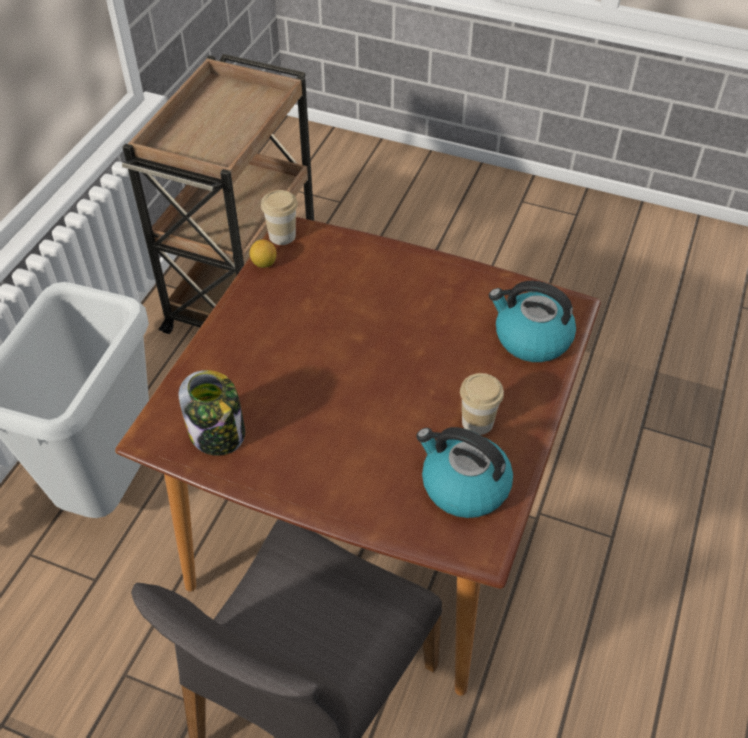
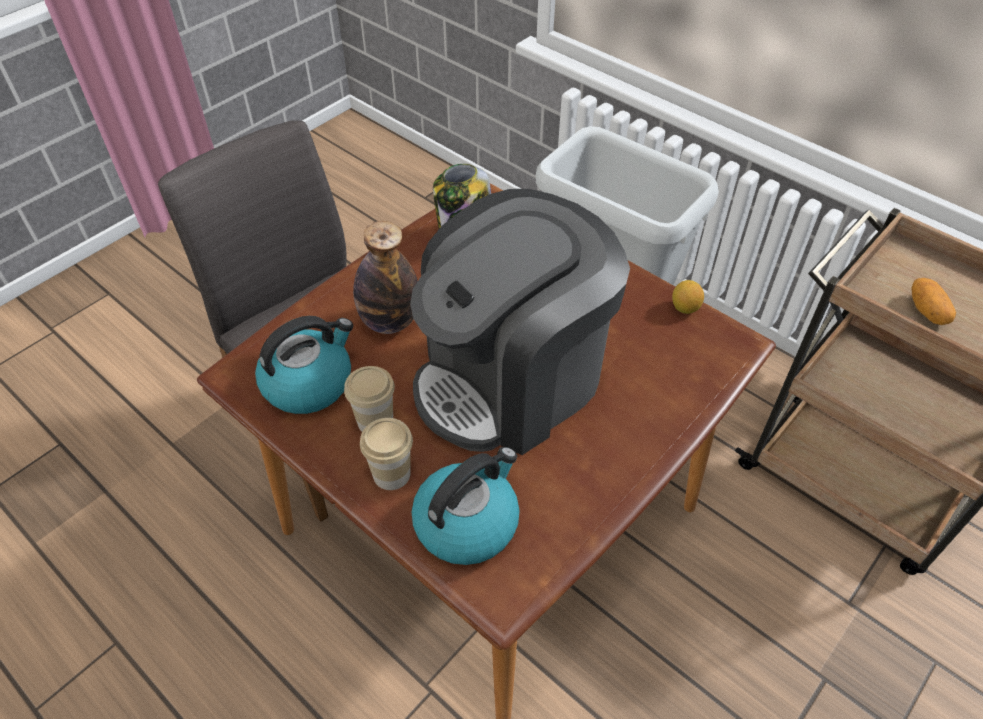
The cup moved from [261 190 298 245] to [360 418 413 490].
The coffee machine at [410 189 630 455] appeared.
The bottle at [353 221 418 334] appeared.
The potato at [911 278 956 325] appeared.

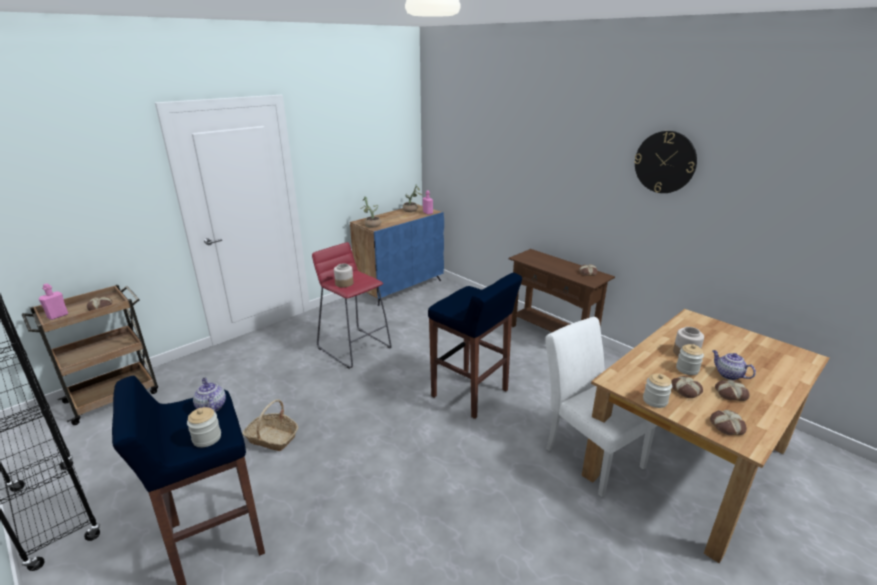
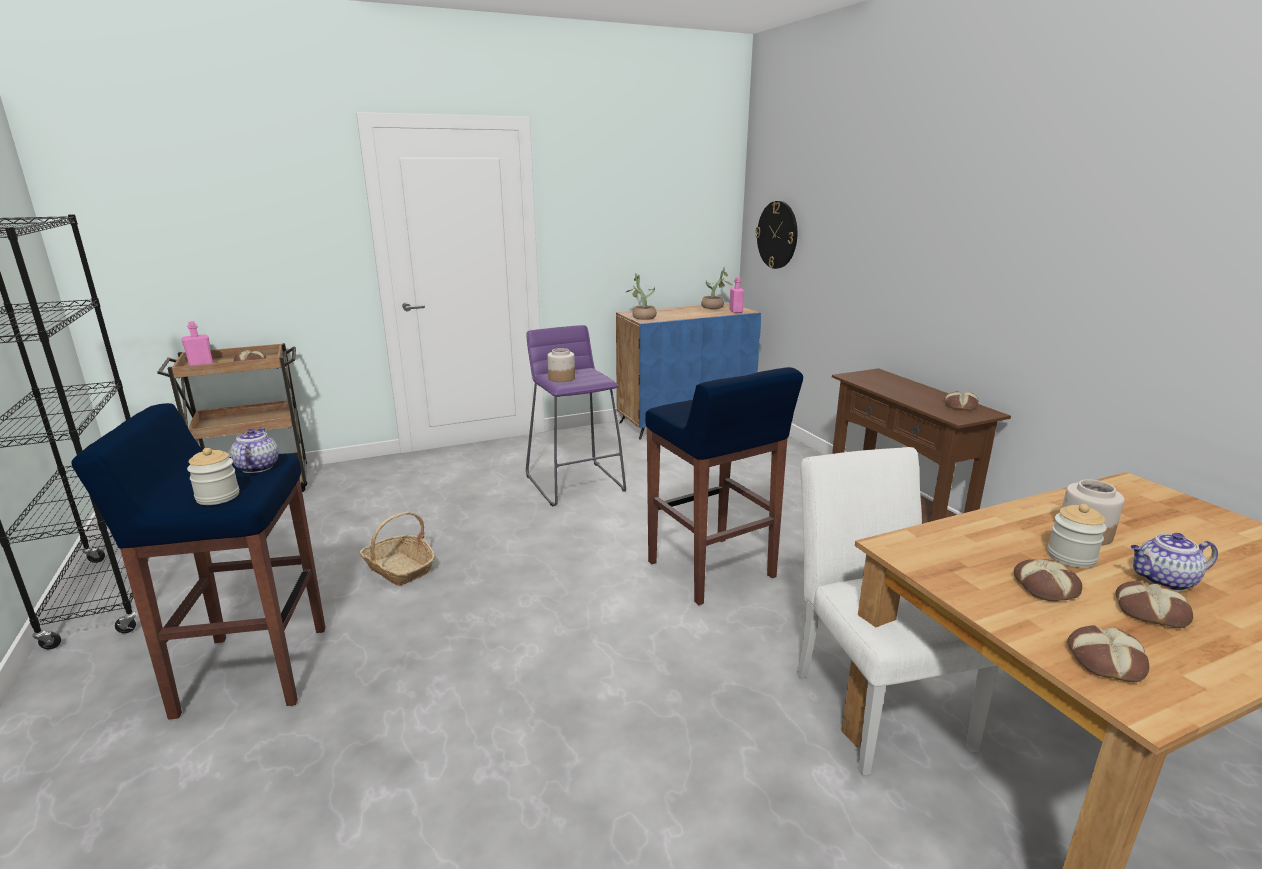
The wall clock moved from [634 131 697 193] to [755 201 797 269].
The stool/red at [312 242 392 369] became the stool/purple at [526 325 626 507].
The teapot at [712 350 756 380] turned 75 degrees counterclockwise.
The jar at [643 373 672 408] disappeared.

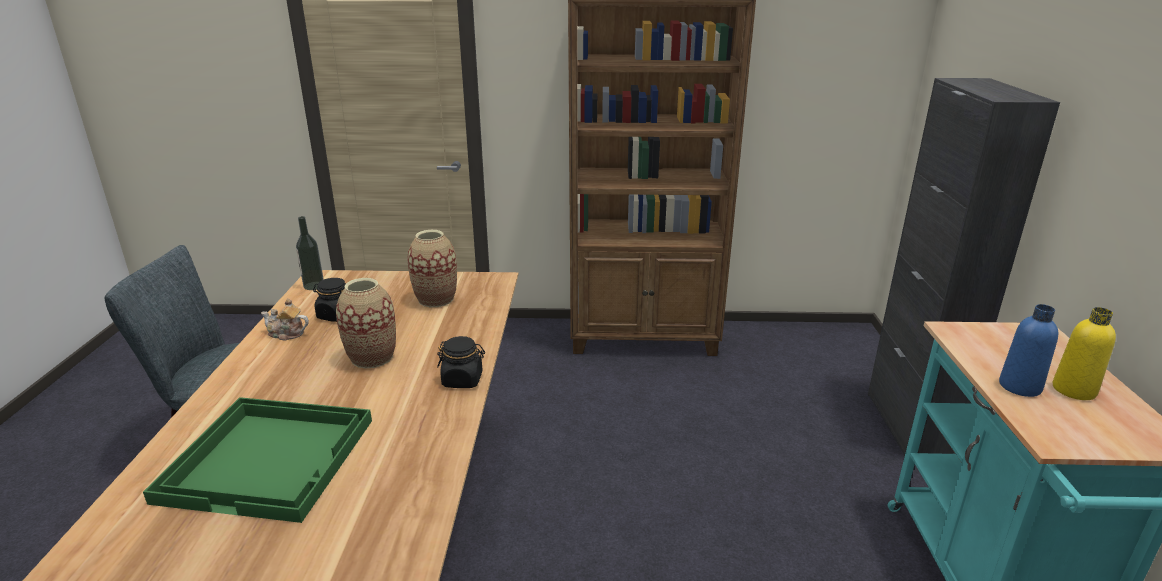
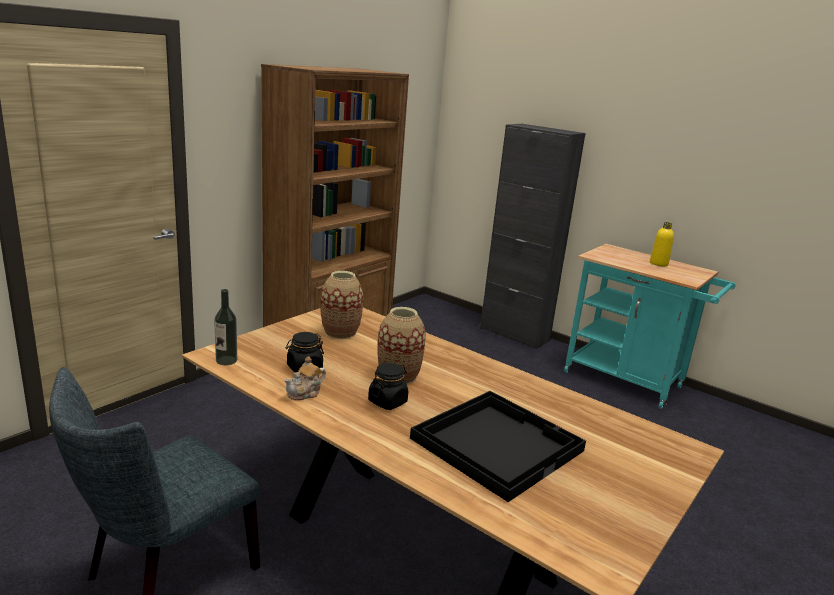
The bottle/blue at [999 304 1058 397] disappeared.
The jar/black moved from [437 336 485 388] to [368 363 408 410].
The tray/green at [143 397 372 523] became the tray/black at [410 391 586 502].

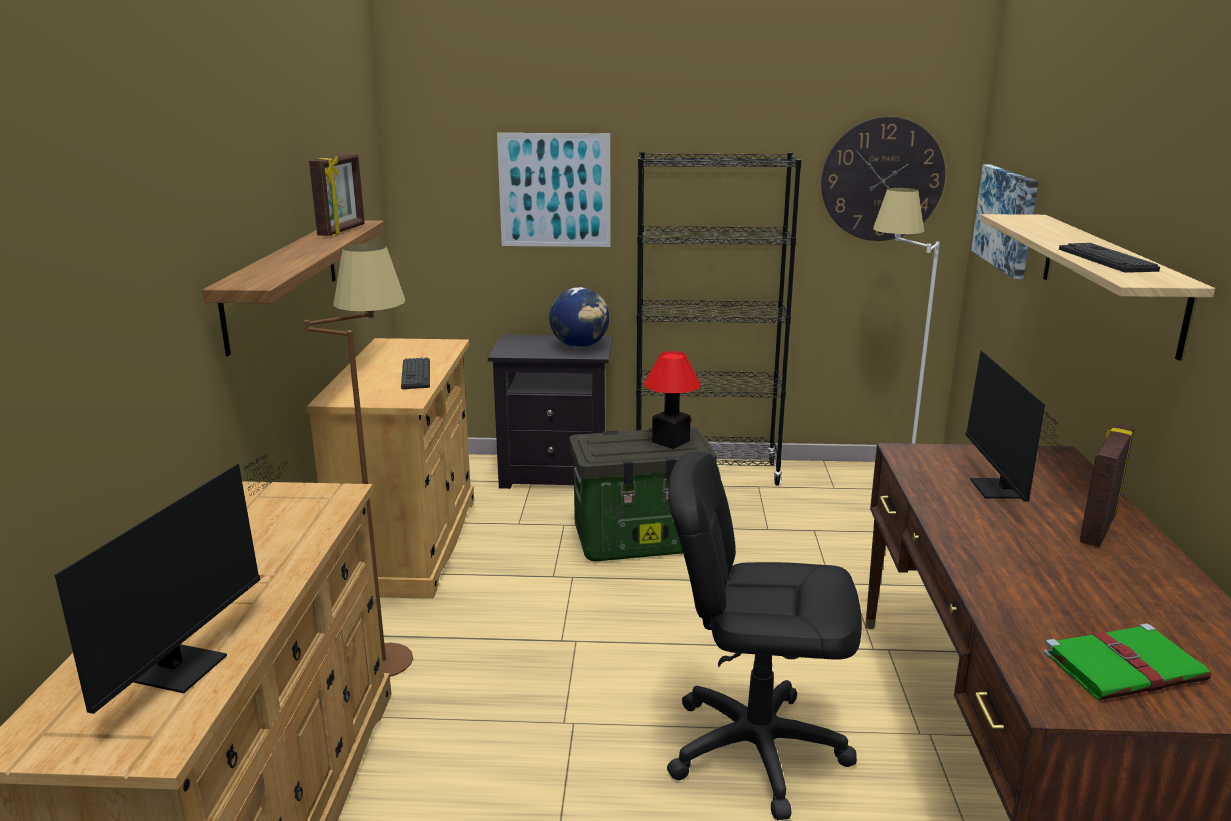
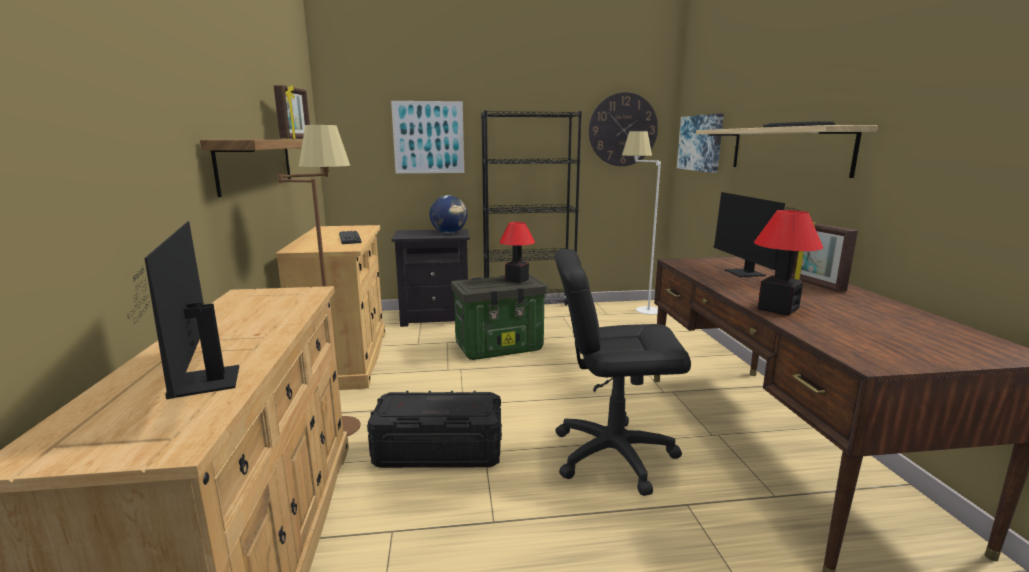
The picture frame at [1080 424 1134 547] turned 45 degrees counterclockwise.
The monitor at [55 454 287 714] turned 150 degrees clockwise.
The book/green at [1044 623 1211 700] disappeared.
The table lamp at [754 210 823 316] appeared.
The storage box/black at [367 391 502 468] appeared.

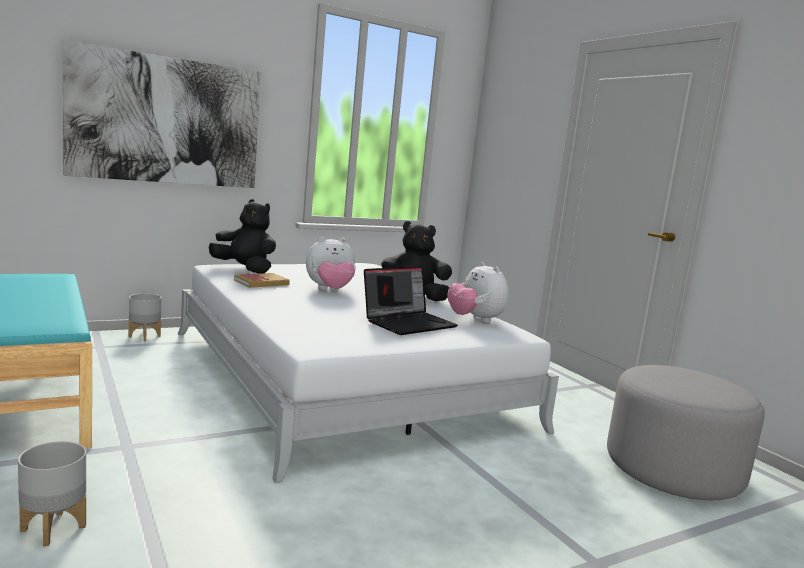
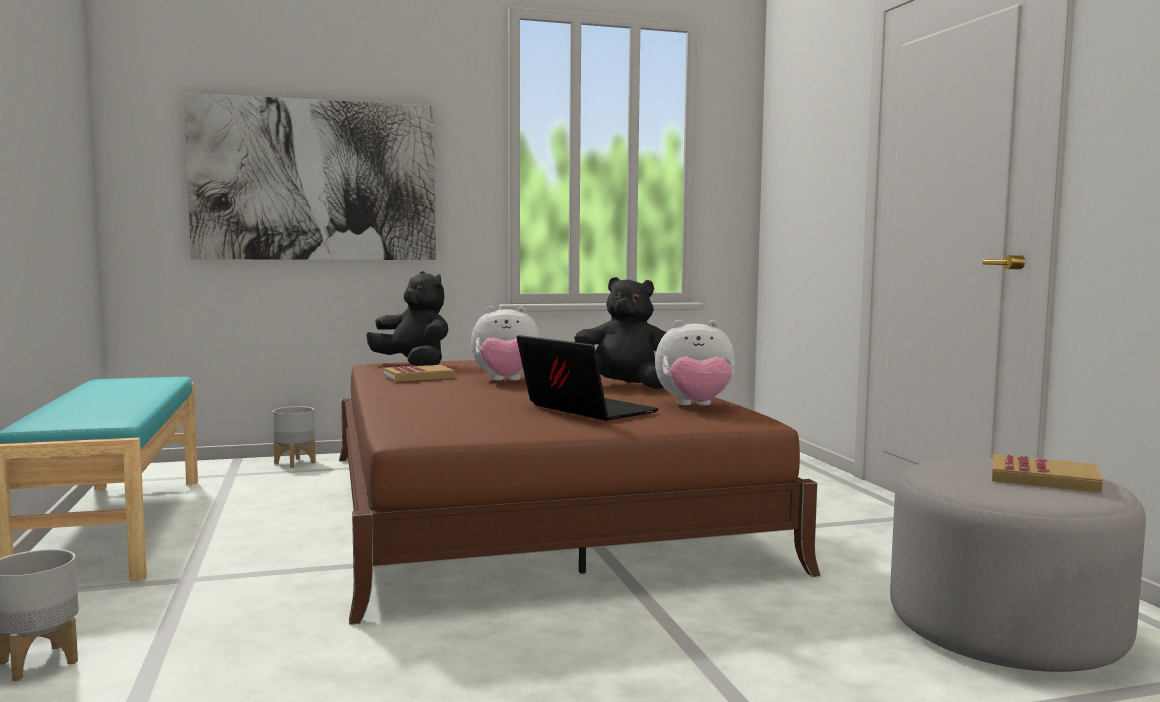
The plush toy at [448 262 509 323] turned 75 degrees counterclockwise.
The bed/white at [178 263 559 483] became the bed/brown at [339 360 821 625].
The laptop at [364 266 458 335] turned 105 degrees counterclockwise.
The book at [992 454 1102 493] appeared.

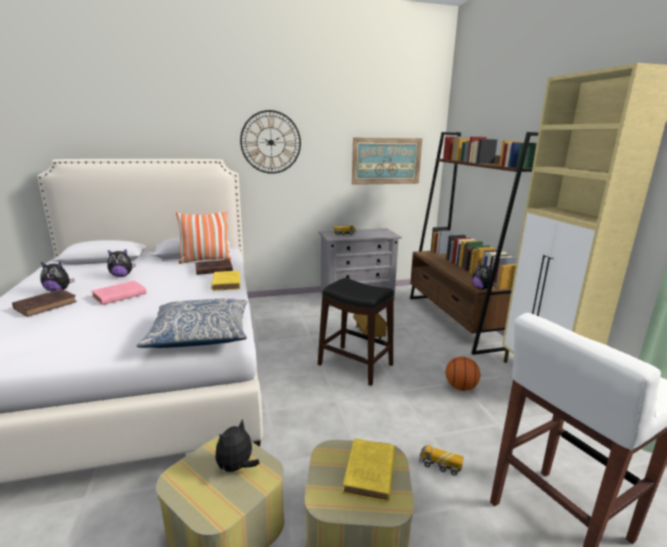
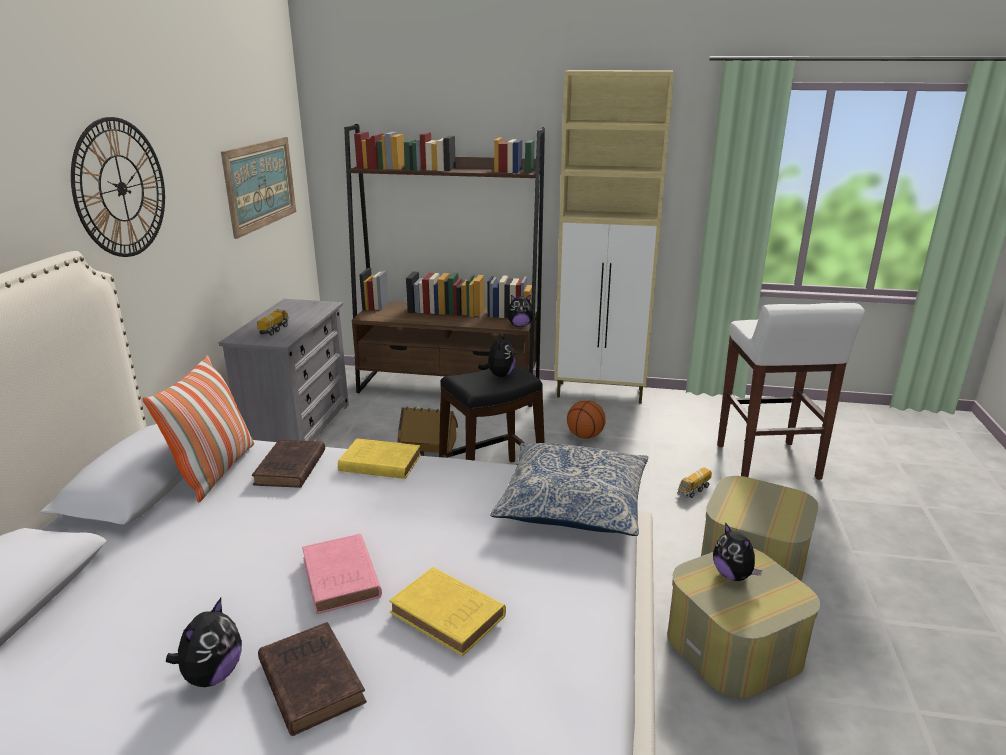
The plush toy moved from [107 249 136 277] to [478 333 515 377].
The book/yellow moved from [342 439 395 502] to [389 567 506 656].

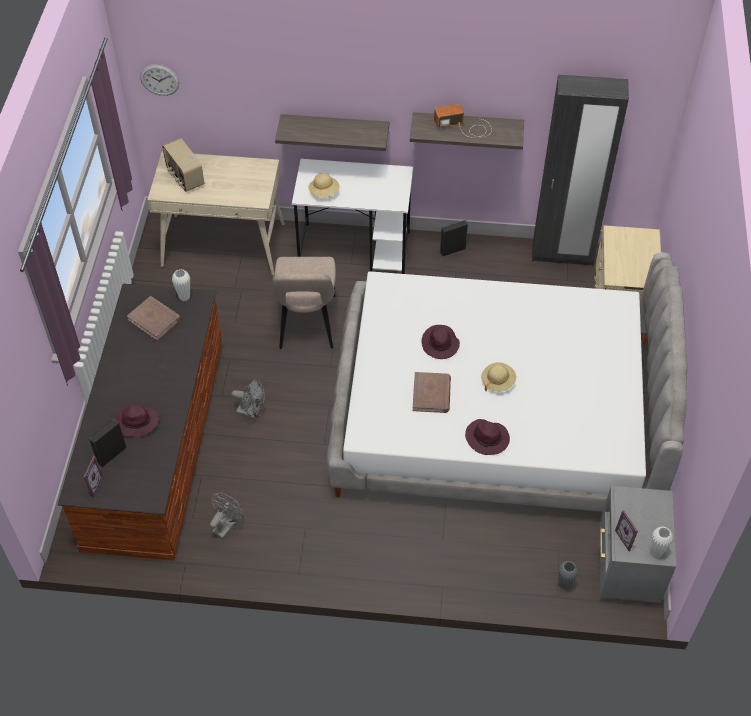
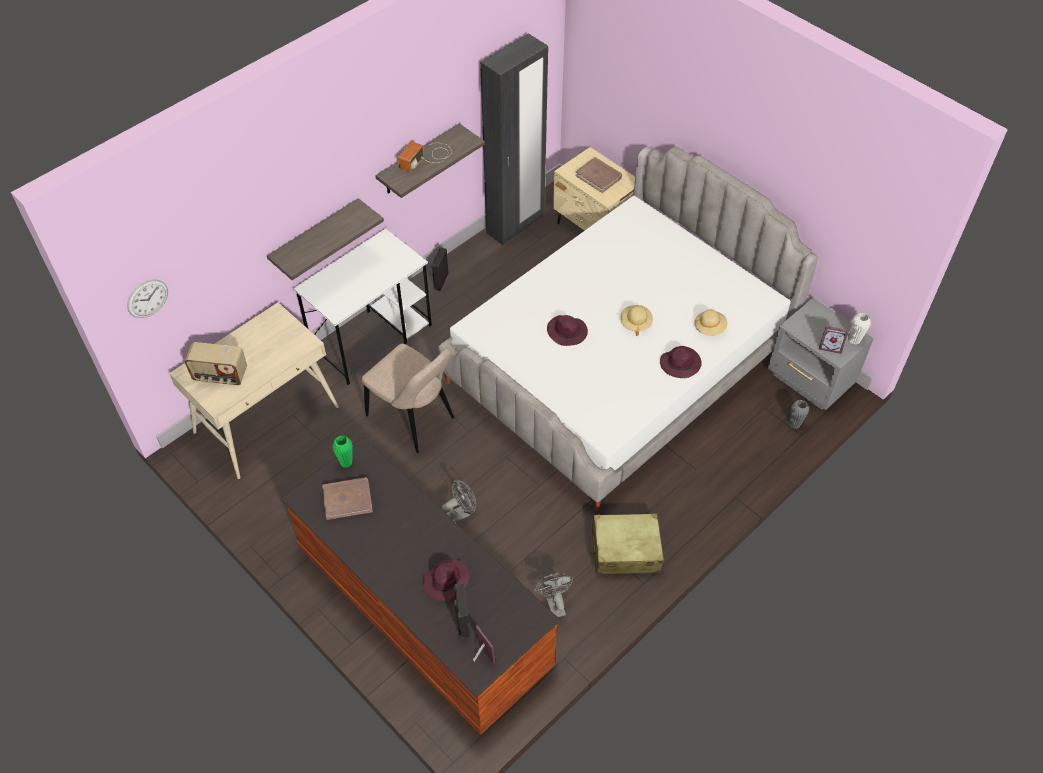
The hat/beige moved from [308 173 340 198] to [694 309 727 335].
The vase/white at [172 269 190 301] became the vase/green at [332 435 353 468].
The book/brown moved from [412 372 451 413] to [576 157 622 193].
The suitcase/beige at [589 513 664 575] appeared.

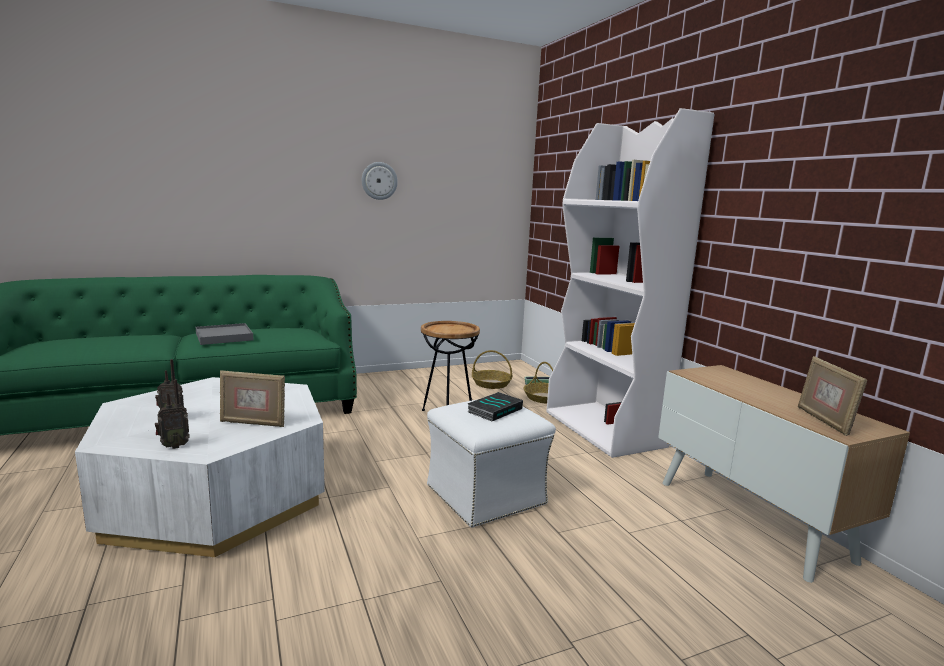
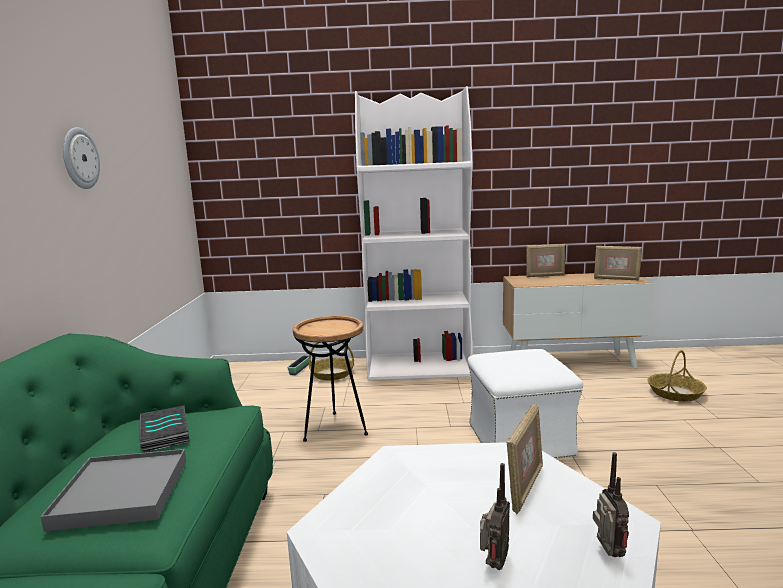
The basket moved from [472 350 513 389] to [648 350 707 402].
The book moved from [467 392 523 421] to [139 405 189 453].
The picture frame at [526 244 565 277] appeared.

